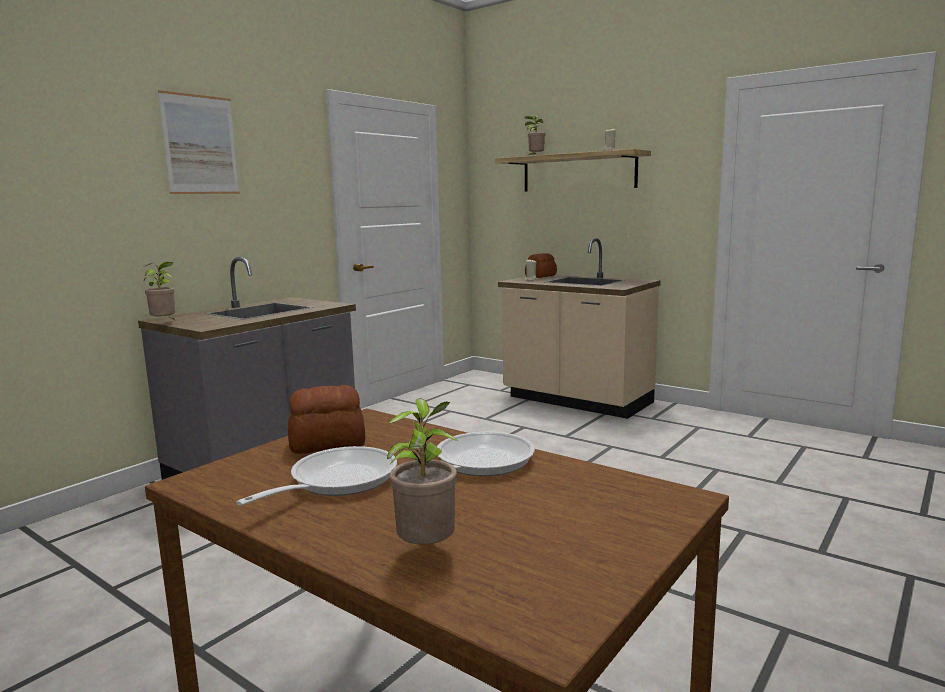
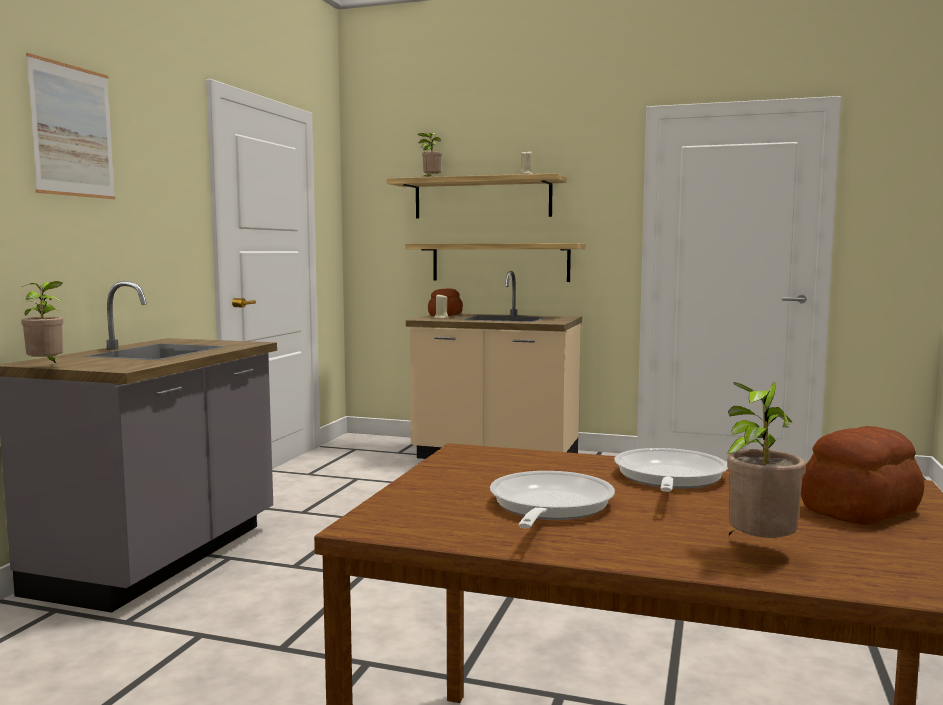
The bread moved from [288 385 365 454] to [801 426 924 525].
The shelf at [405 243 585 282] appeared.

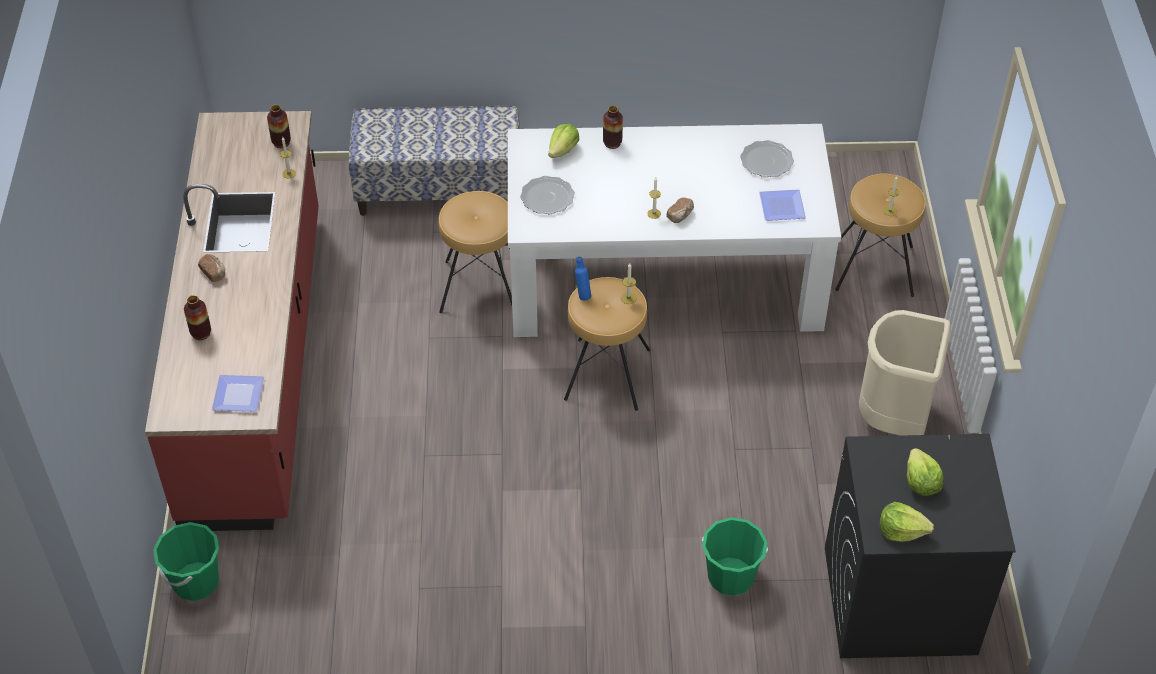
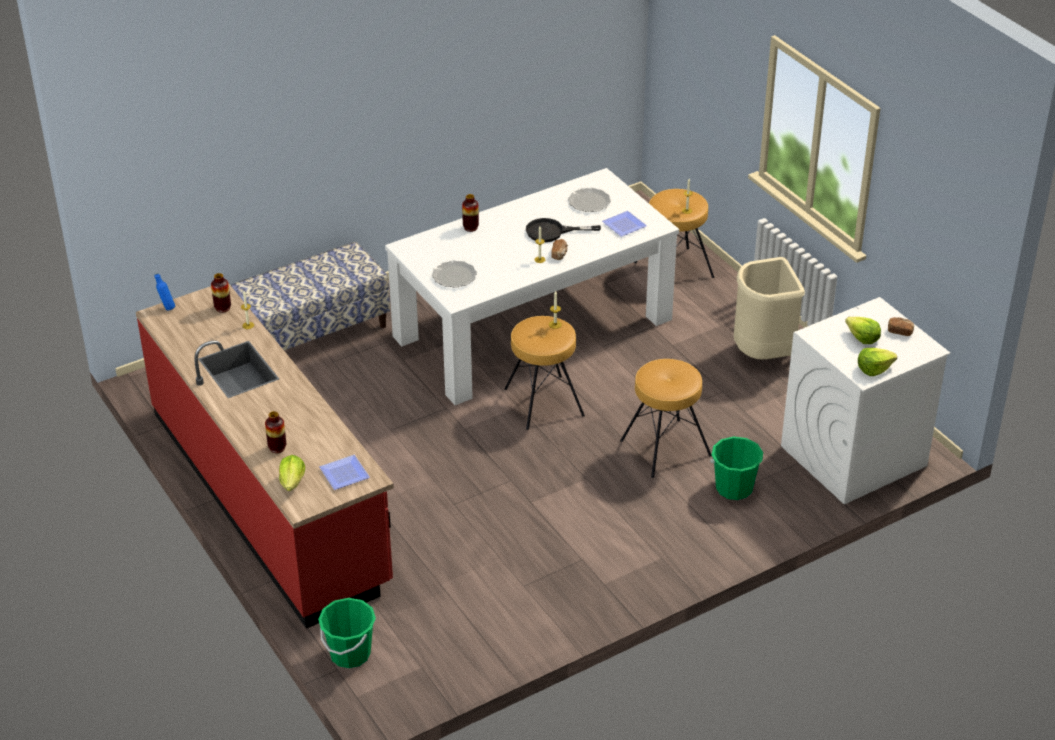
The lettuce moved from [548 124 579 158] to [279 455 305 491].
The stool/brown moved from [439 191 512 313] to [620 359 712 478].
The bread moved from [198 254 225 282] to [888 317 914 336].
The bottle/blue moved from [575 256 591 300] to [154 273 175 310].
The washing machine/black at [825 434 1016 658] became the washing machine/white at [781 297 950 504].
The frying pan/black at [526 218 601 242] appeared.

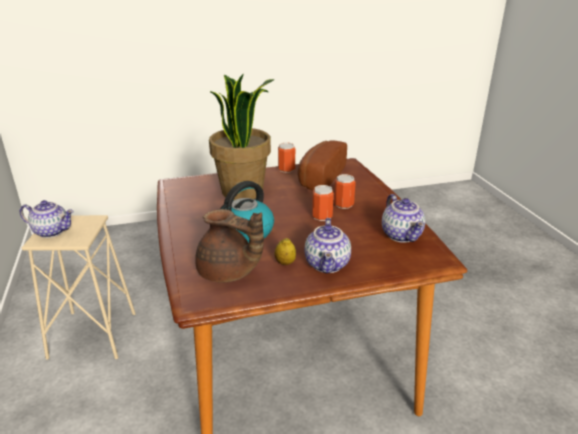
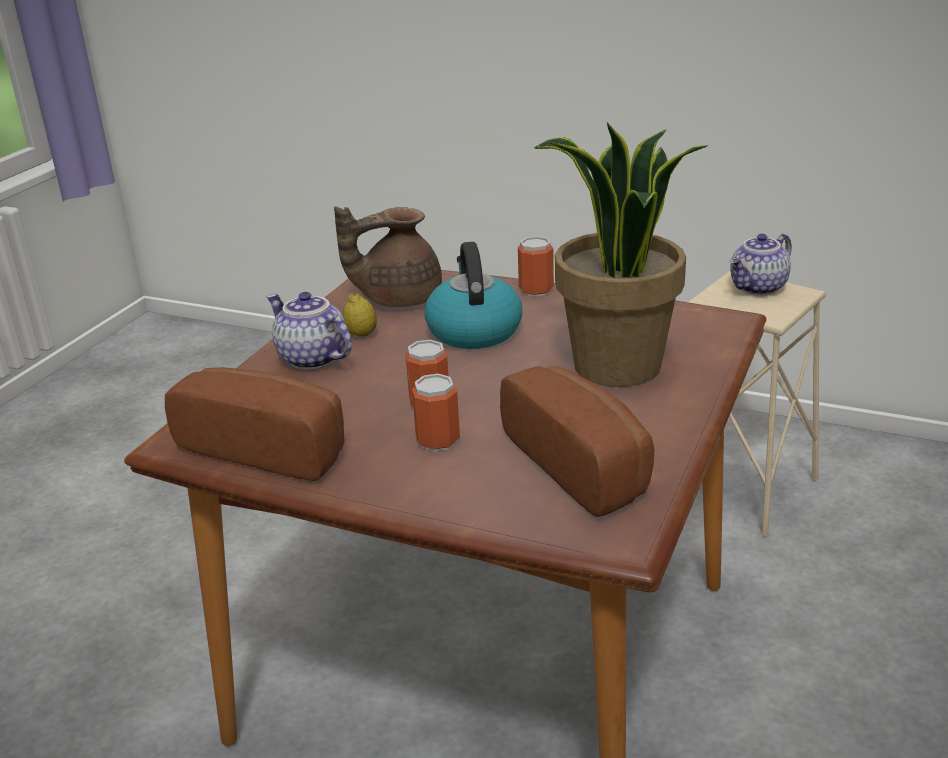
The can moved from [278 143 295 173] to [518 236 554 297].
The teapot at [382 194 425 243] was replaced by the bread at [165 367 345 481].

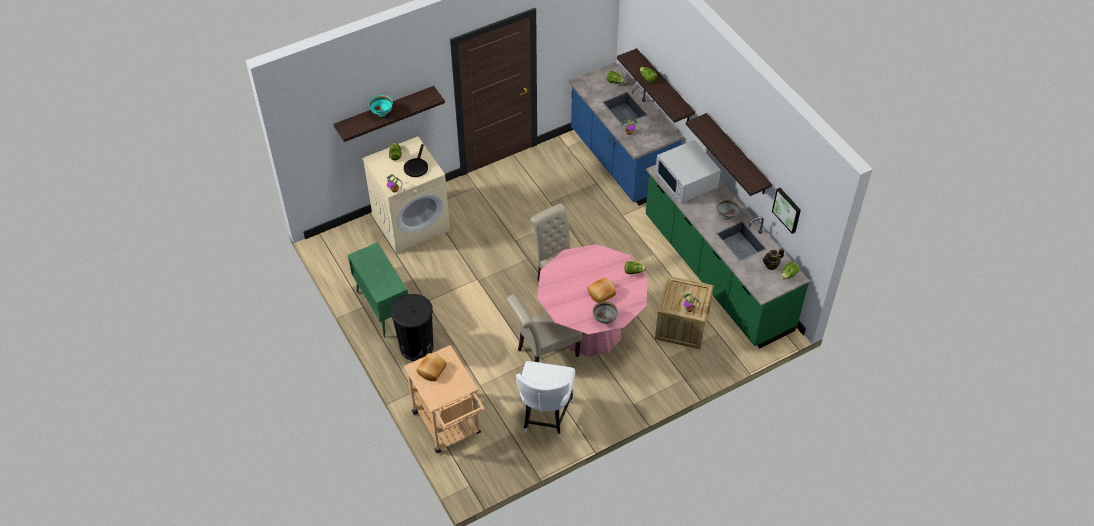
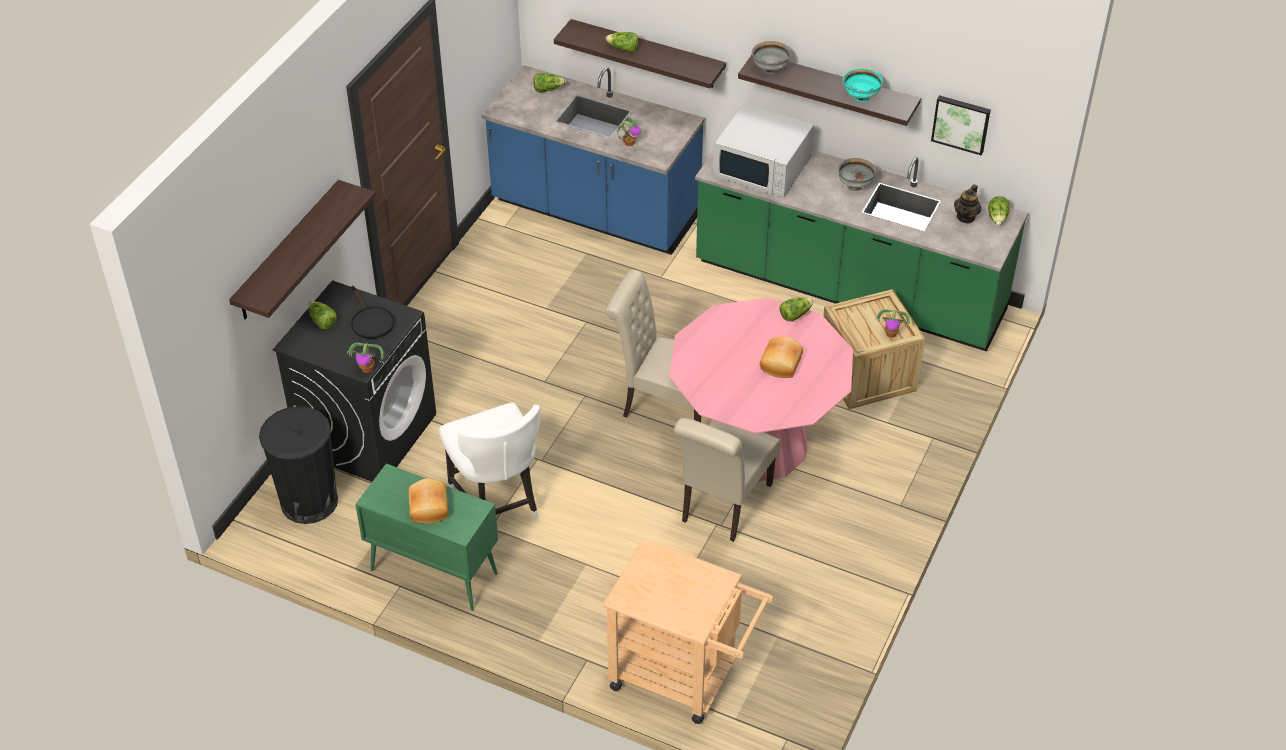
The bowl/turquoise moved from [369 95 393 117] to [843 68 883 102].
The washing machine/beige at [362 136 450 253] became the washing machine/black at [273 280 436 482].
The trash can/black moved from [391 294 434 361] to [259 406 338 524].
The bowl/grey moved from [593 301 618 324] to [752 41 791 74].
The bread moved from [417 353 447 381] to [408 478 448 524].
The chair/white moved from [516 361 575 438] to [439 403 540 520].

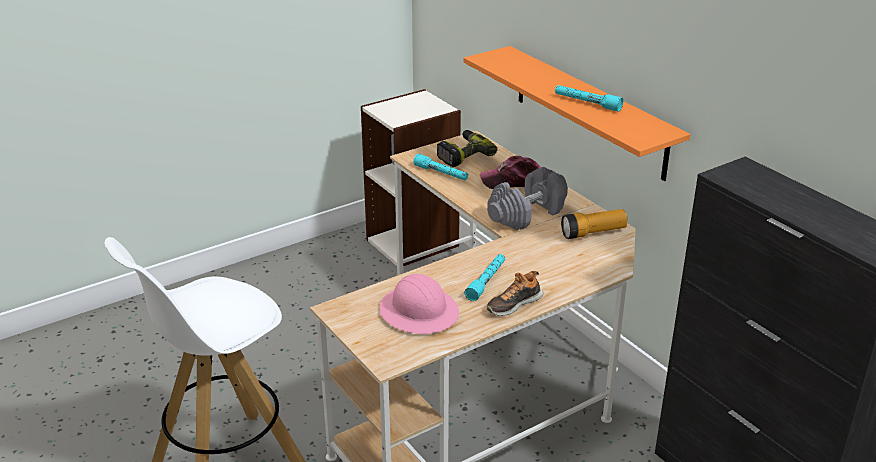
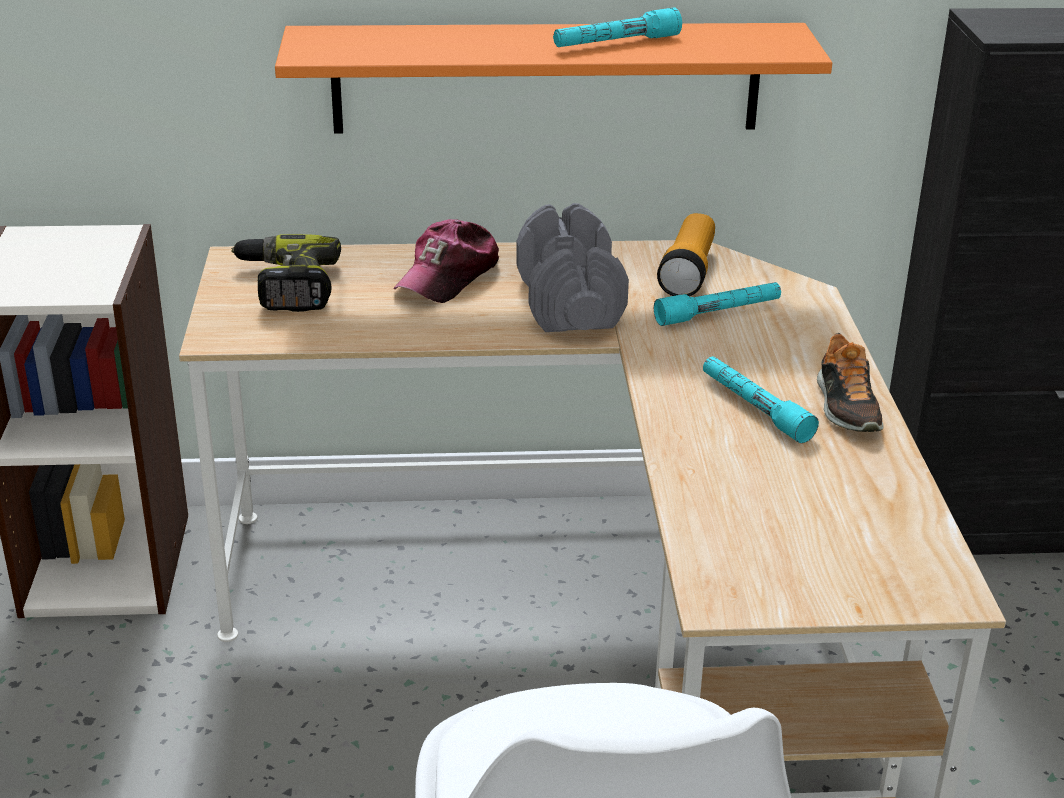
The flashlight/turquoise moved from [414 154 468 180] to [654 282 781 326].
The hard hat/pink at [380 274 459 334] disappeared.

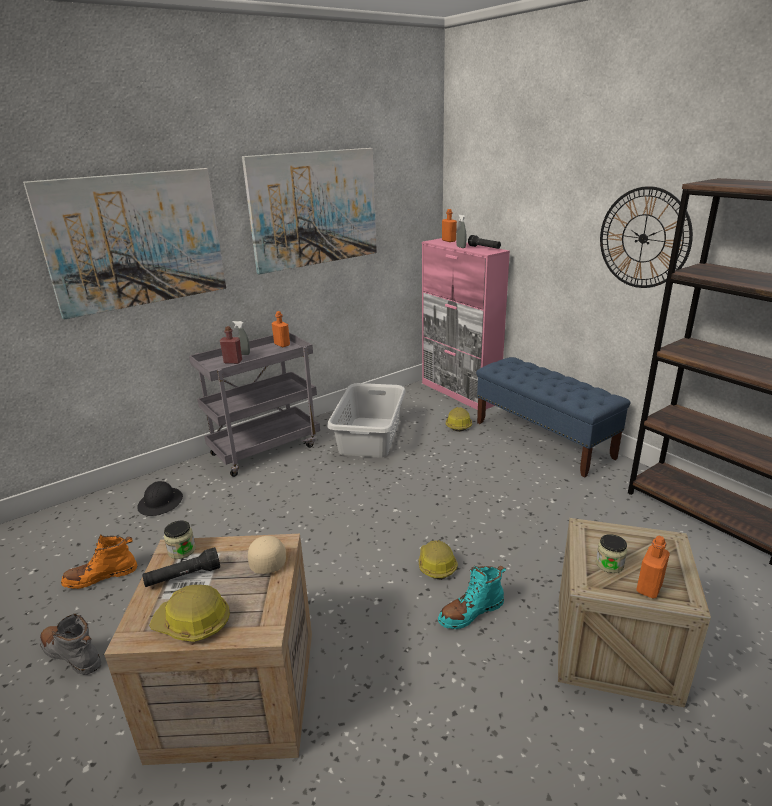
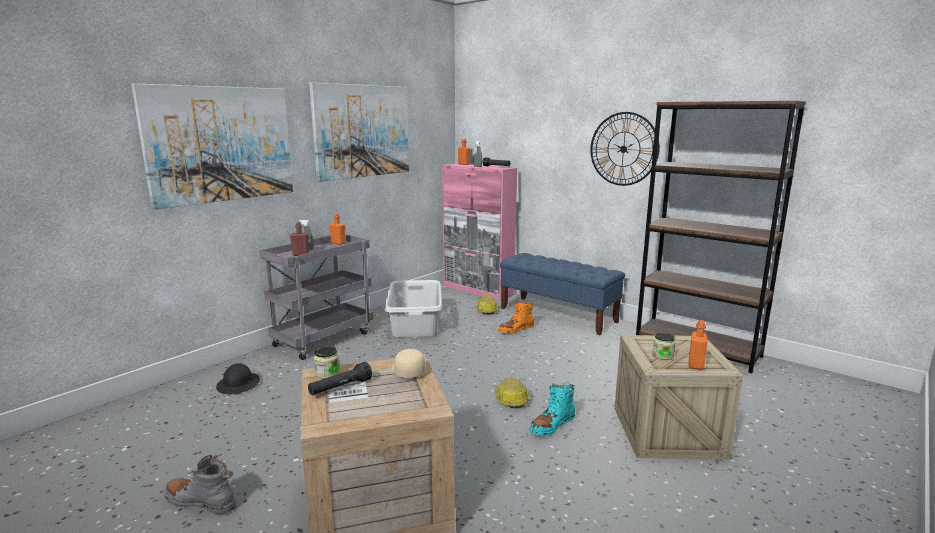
The boot/orange moved from [61 534 137 589] to [498 301 534 334].
The hard hat at [149 585 230 642] disappeared.

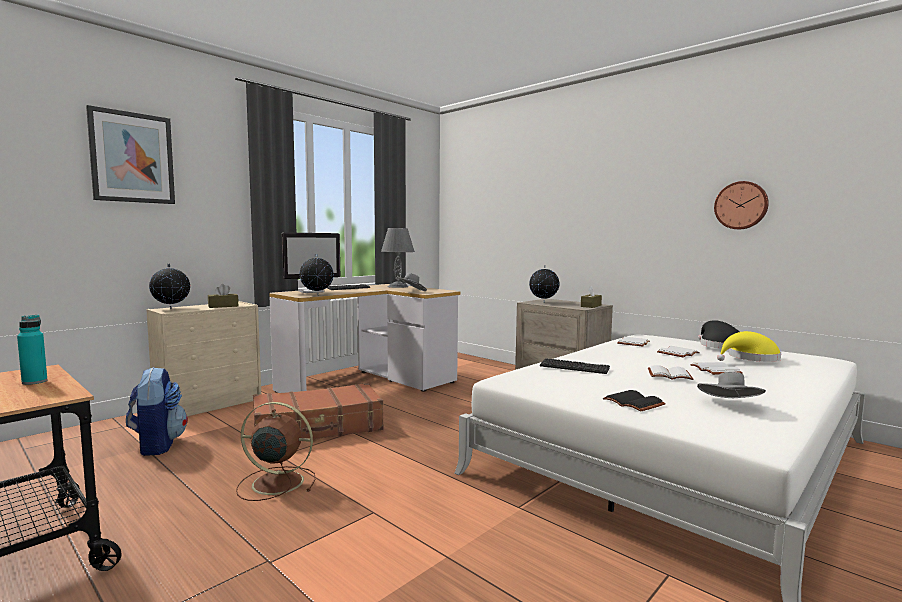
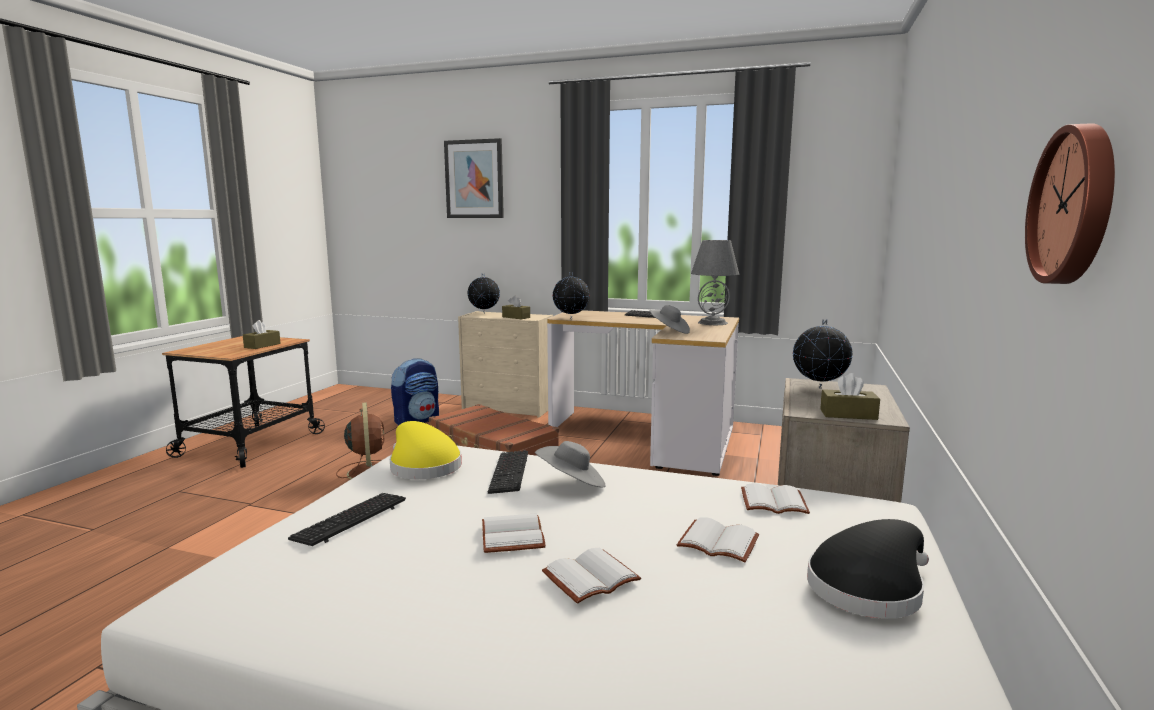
The monitor at [282 232 340 293] disappeared.
The bottle/turquoise at [17 315 47 385] was replaced by the tissue box/brown at [243 320 281 349].
The hat/yellow moved from [717 331 781 362] to [390 421 462 479].
The hat/grey moved from [697 371 766 398] to [535 441 605 488].
The book/black at [603 390 666 412] was replaced by the keyboard at [288 493 406 546].

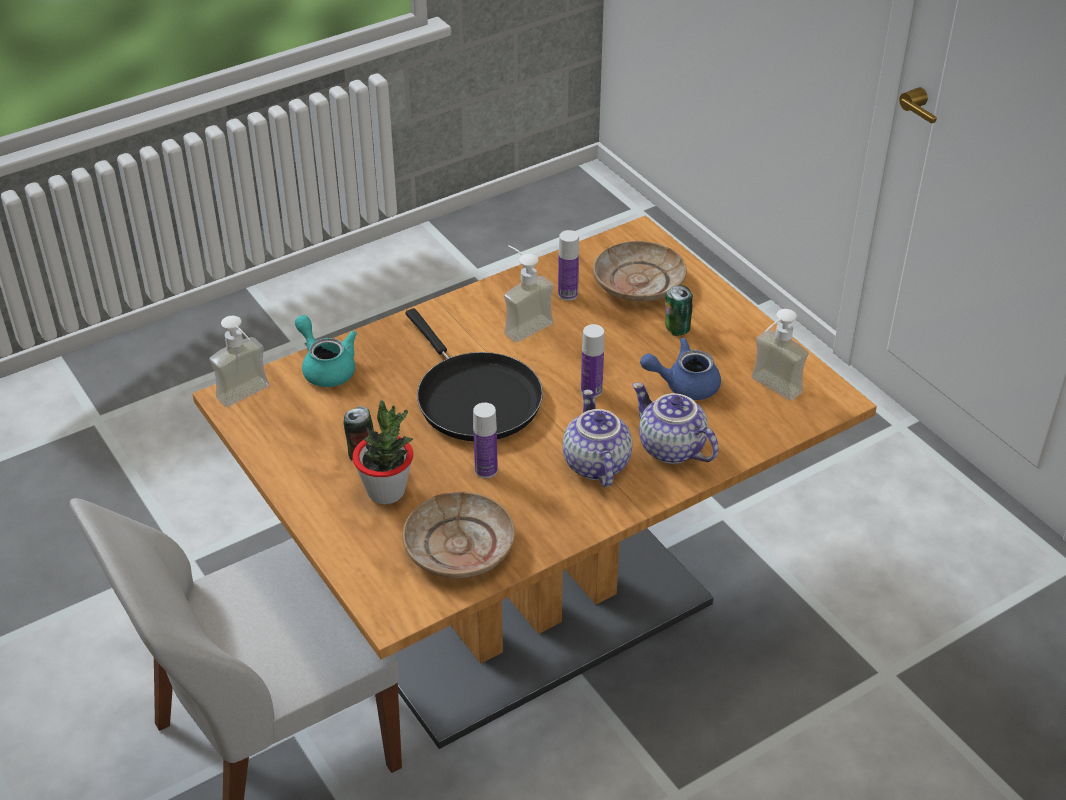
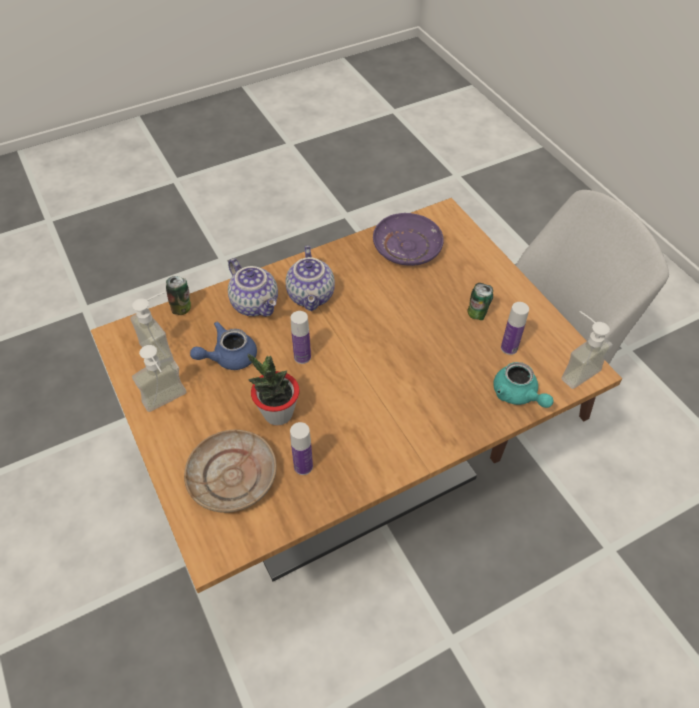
The soap dispenser moved from [504 245 554 342] to [132 345 187 412].
The can moved from [665 285 693 336] to [166 276 191 315].
The frying pan/black at [406 308 543 441] disappeared.
The teapot/blue at [640 338 721 400] turned 150 degrees clockwise.
The potted plant moved from [352 400 413 504] to [248 353 300 426].
The bottle moved from [473 403 498 478] to [501 302 529 355].
The plate/beige at [403 492 515 578] became the plate/purple at [373 213 444 266].

